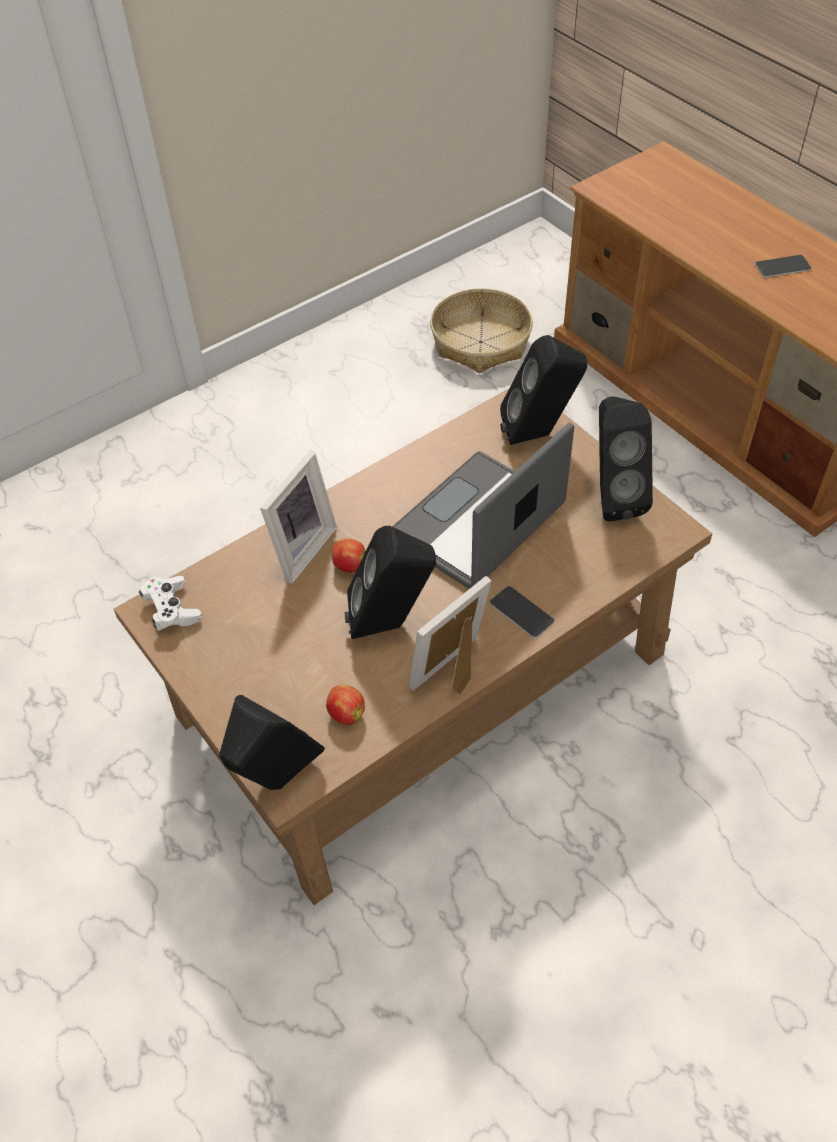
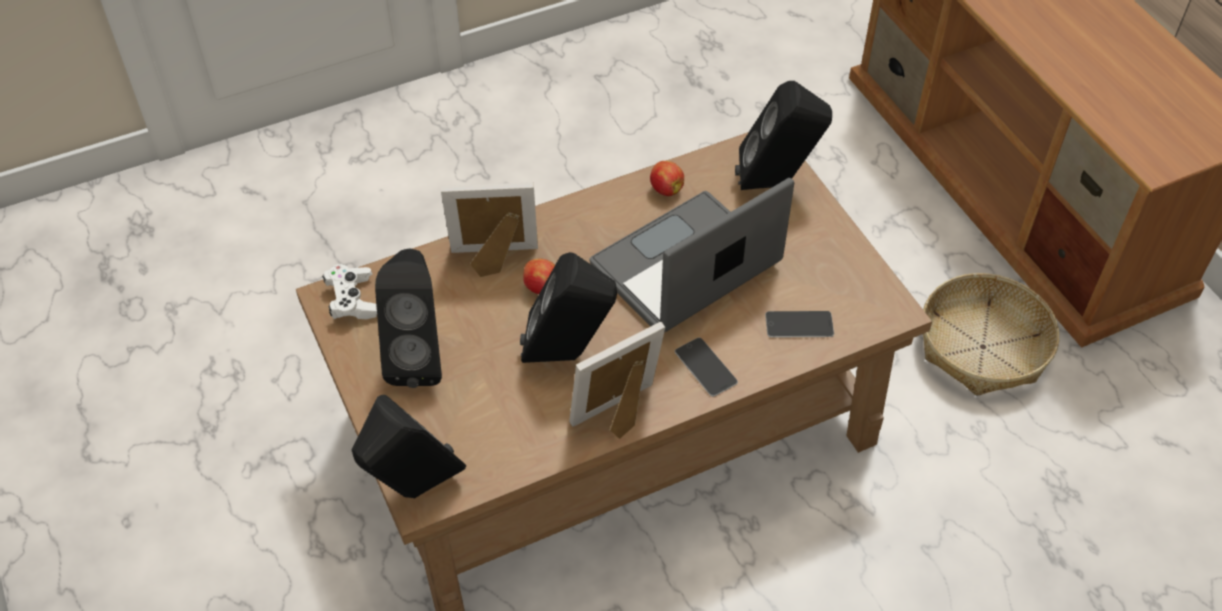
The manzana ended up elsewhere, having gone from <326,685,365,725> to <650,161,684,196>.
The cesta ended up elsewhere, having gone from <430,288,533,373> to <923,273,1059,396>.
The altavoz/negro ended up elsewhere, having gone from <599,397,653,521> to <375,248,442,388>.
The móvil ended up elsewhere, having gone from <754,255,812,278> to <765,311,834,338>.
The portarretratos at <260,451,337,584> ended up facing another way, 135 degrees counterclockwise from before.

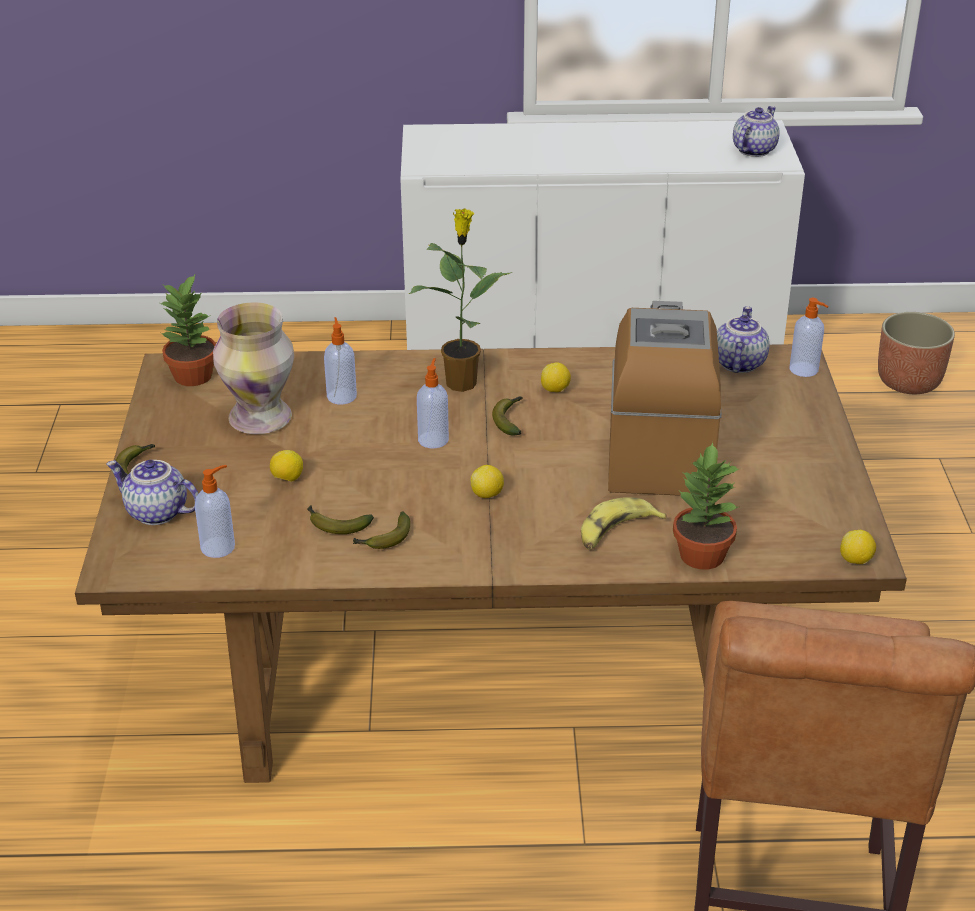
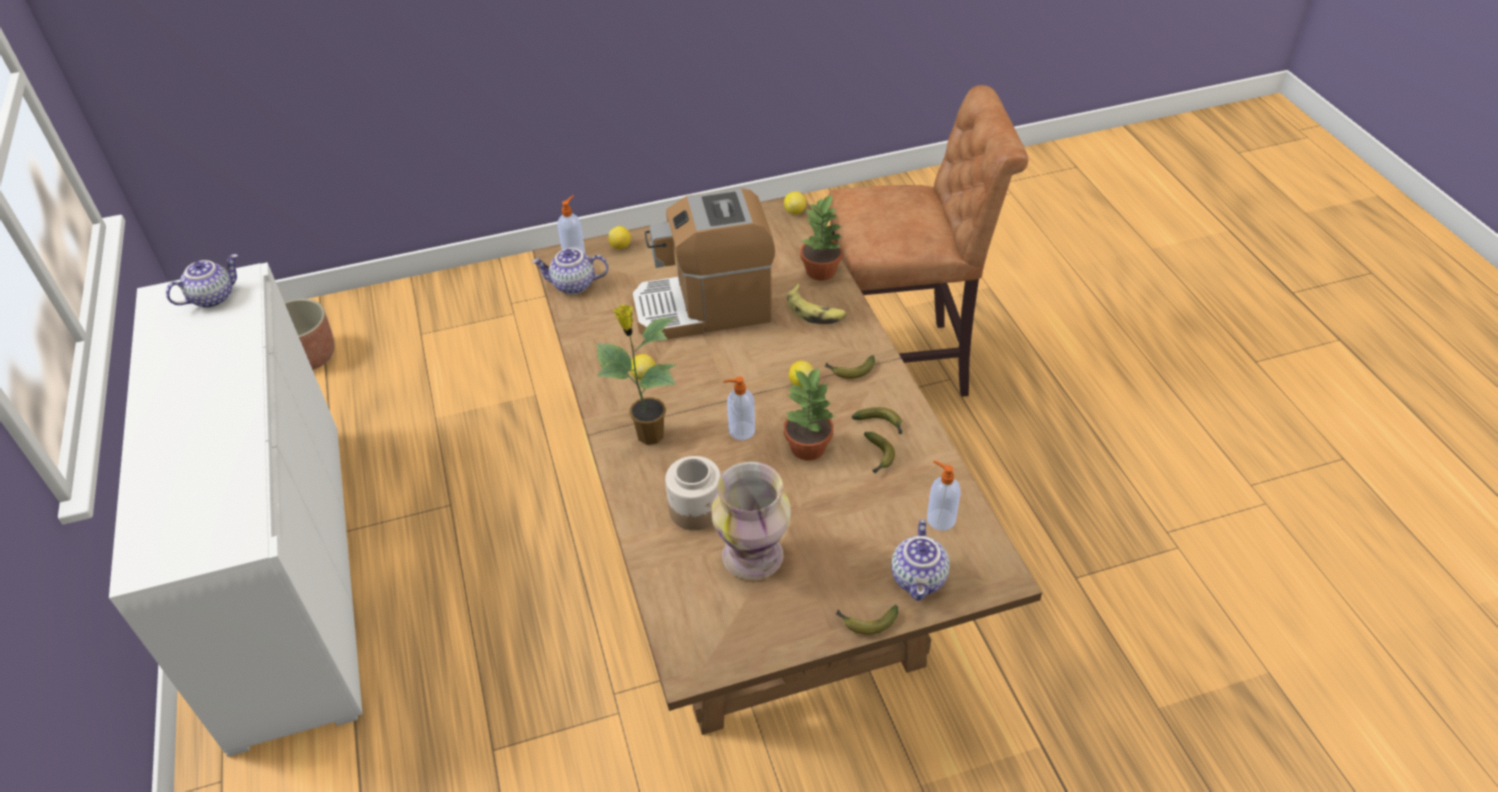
The planta en maceta ended up elsewhere, having gone from <160,273,216,386> to <784,367,834,461>.
The limón ended up elsewhere, having gone from <270,450,303,482> to <608,226,631,249>.
The plátano ended up elsewhere, having gone from <492,396,523,436> to <825,355,875,379>.
Where the dispensador de jabón stood at <324,317,357,404>, the tarro came to stand at <665,456,721,530>.
The tetera at <733,106,780,157> ended up facing another way, 120 degrees clockwise from before.

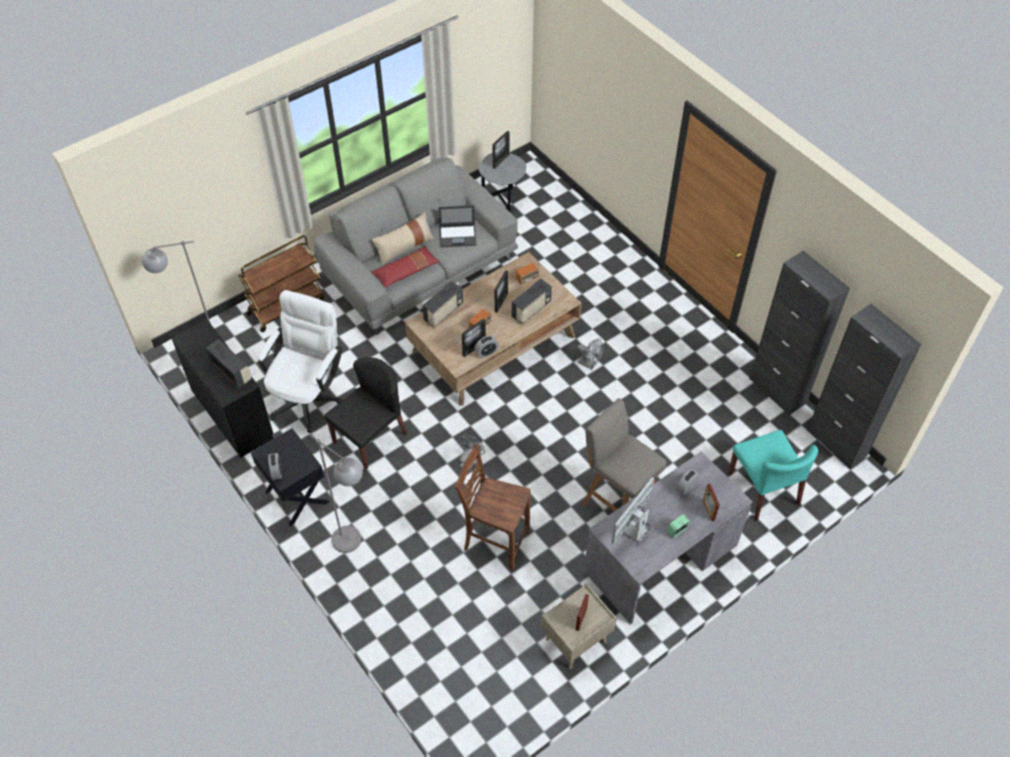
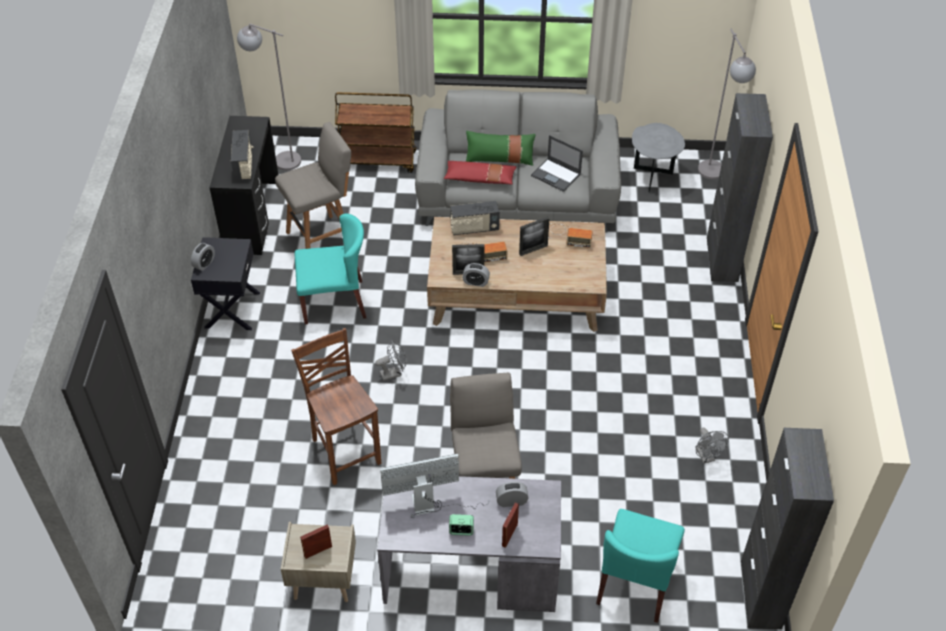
The second view lost the portarretratos at <493,130,509,169>.
The second view lost the radio at <512,279,552,324>.
The lámpara de pie/gris ended up elsewhere, having gone from <309,435,363,553> to <698,29,756,179>.
The ventilador/gris ended up elsewhere, having gone from <577,339,604,370> to <695,427,729,464>.
The armario/negro ended up elsewhere, having gone from <749,250,850,415> to <707,93,773,282>.
Where the silla de oficina/blanco stood at <258,290,342,433>, the taburete/gris came to stand at <275,122,351,249>.
What was the silla/negro at <324,357,407,469> turned into the silla/turquesa at <295,214,366,324>.
What was the cojín/beis at <372,212,434,265> turned into the cojín/verde at <466,131,536,166>.

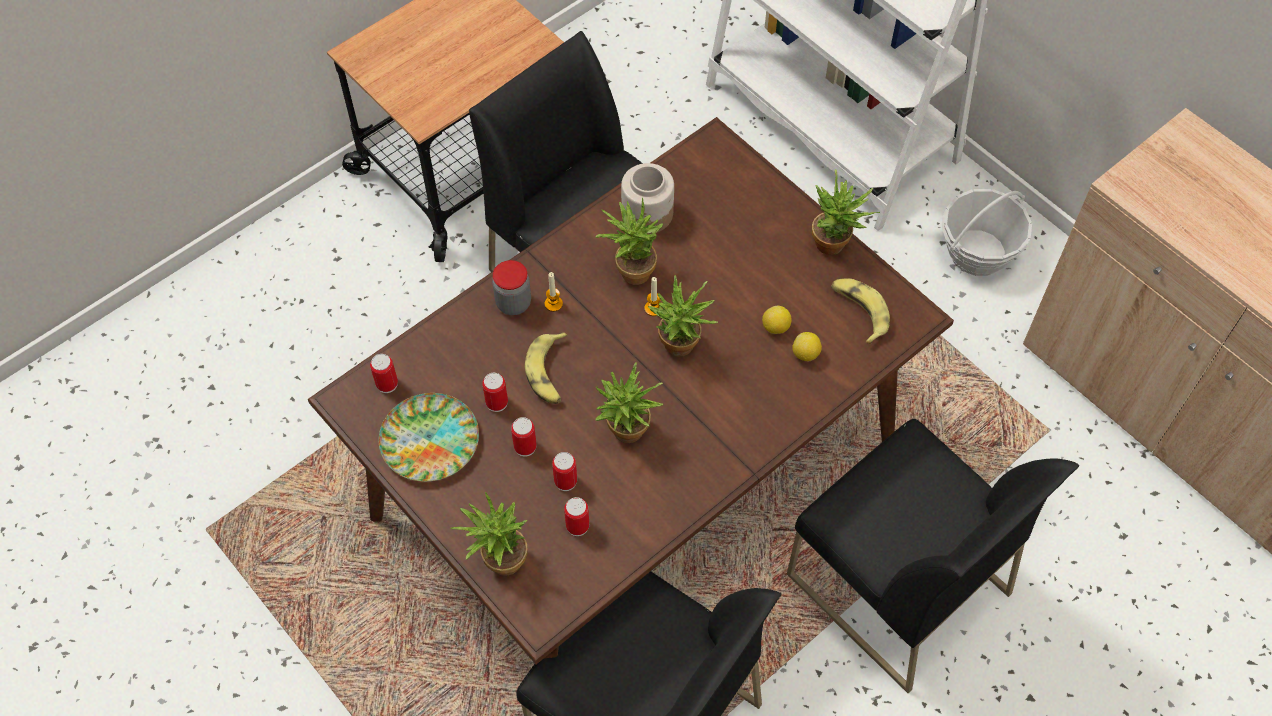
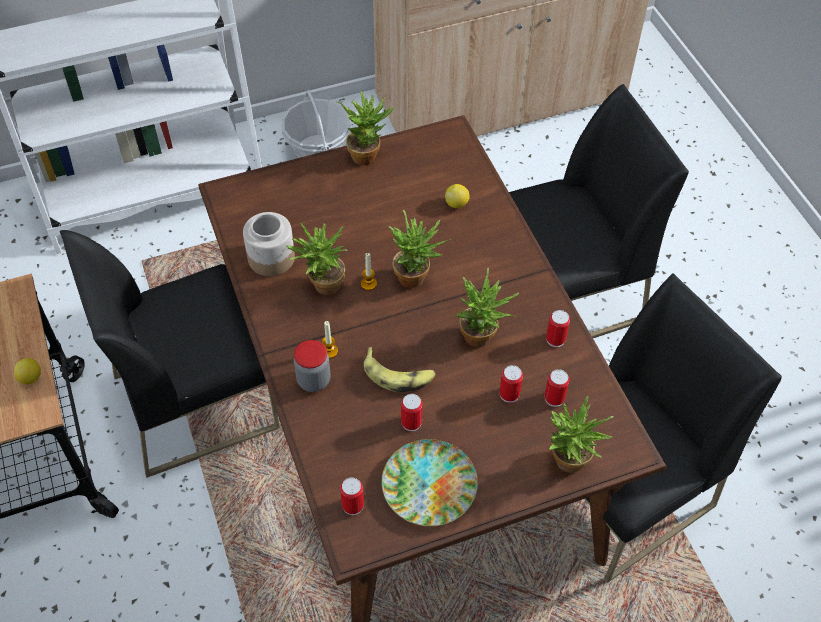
The second view lost the plátano at <831,278,890,344>.
The lata ended up elsewhere, having gone from <511,417,537,457> to <546,310,570,347>.
The limón ended up elsewhere, having gone from <762,306,791,334> to <14,358,41,384>.

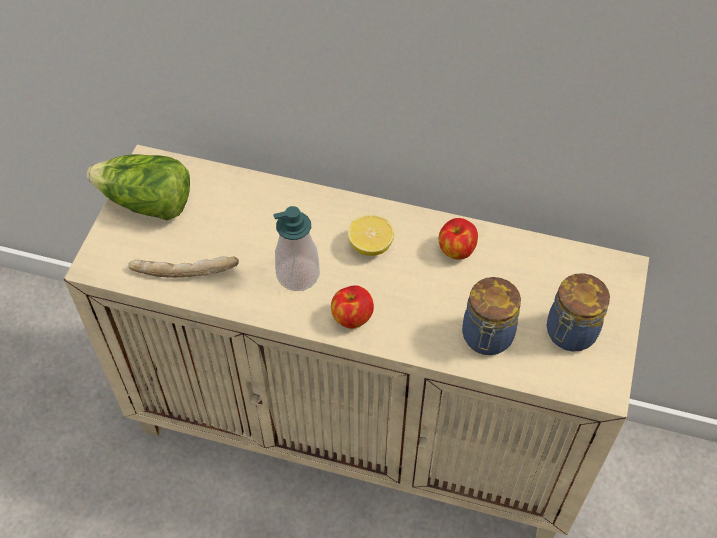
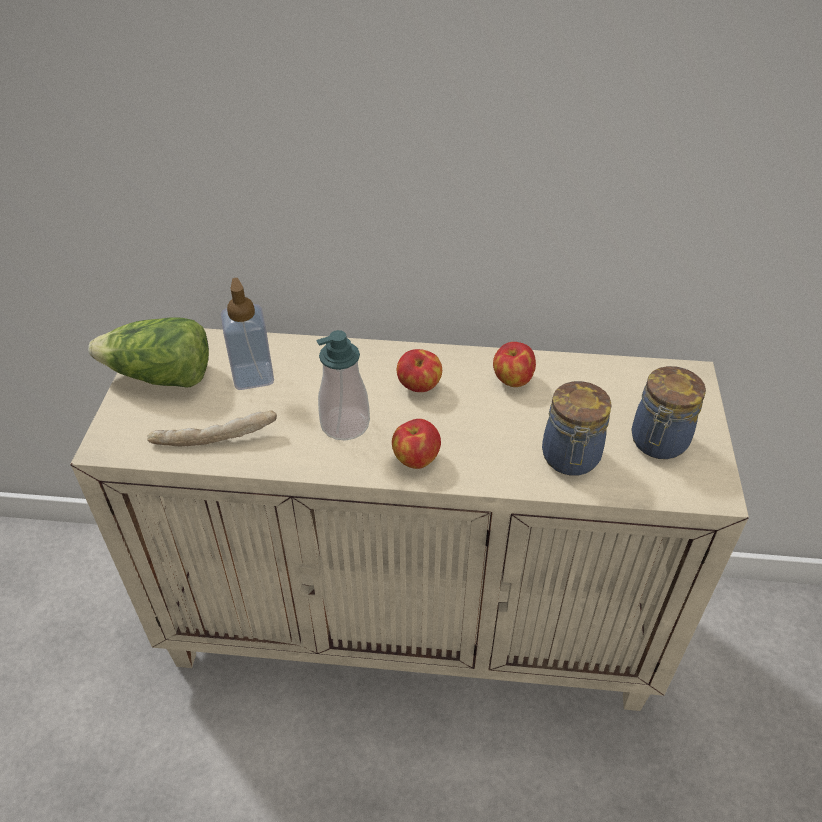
The second view gained the dispensador de jabón at <221,278,274,390>.
Where the limón stood at <348,215,394,256>, the manzana came to stand at <397,349,442,392>.

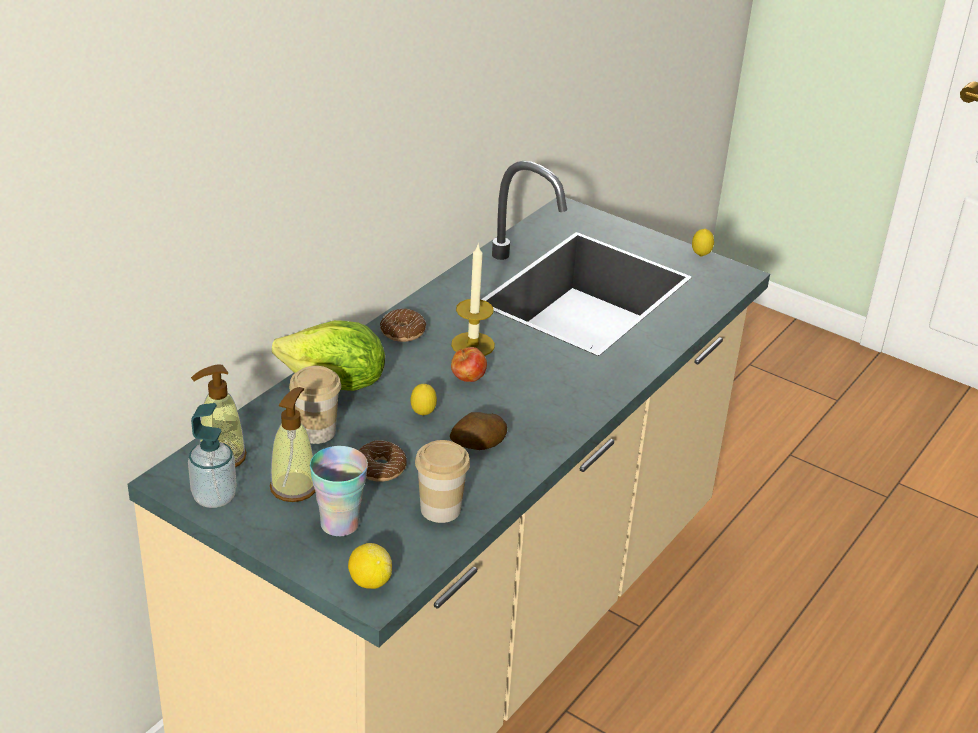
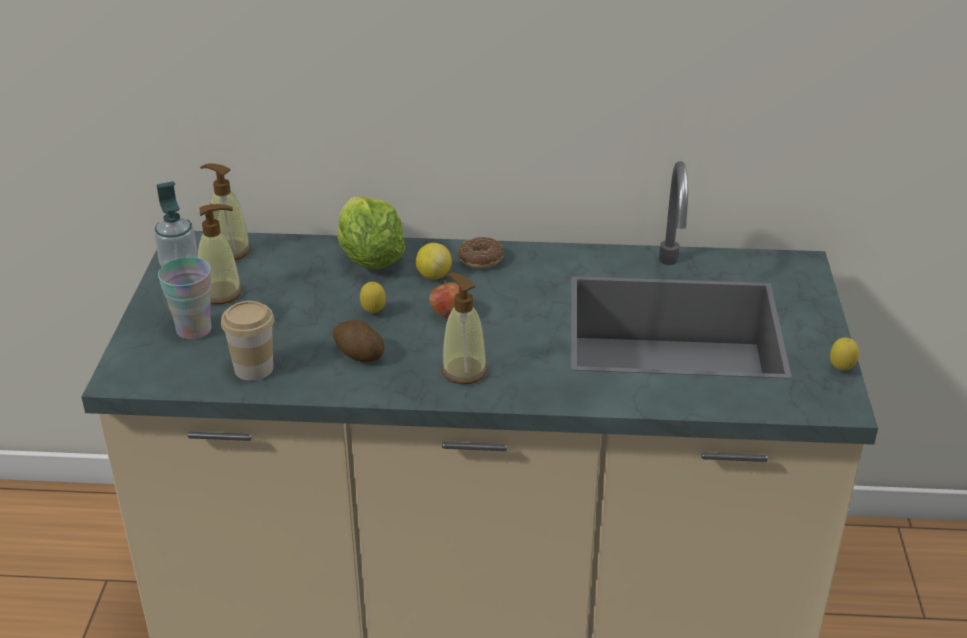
The second view lost the taza at <289,366,341,444>.
The second view lost the rosquilla at <359,440,407,482>.
The second view lost the vela at <451,243,495,356>.
The second view gained the dispensador de jabón at <441,273,487,384>.
The limón ended up elsewhere, having gone from <348,543,392,589> to <416,243,452,279>.

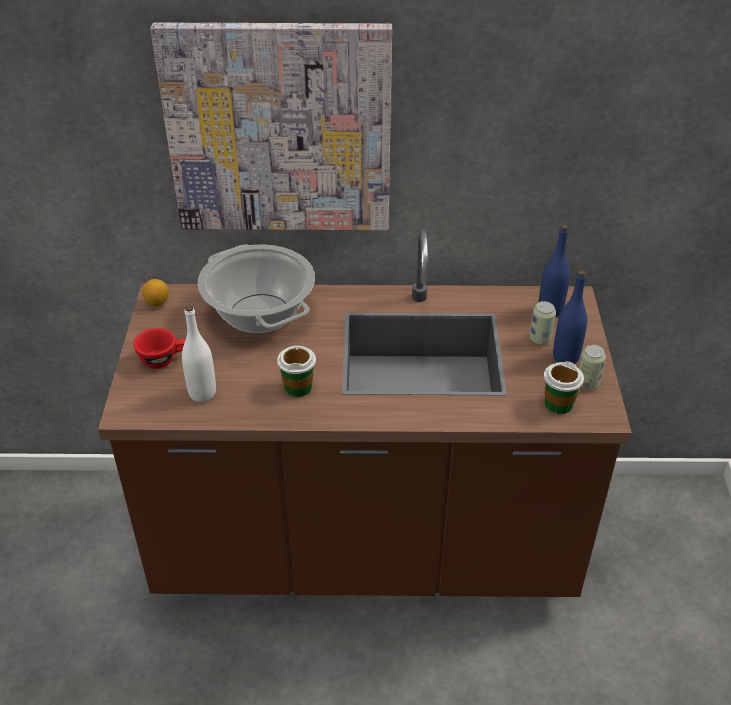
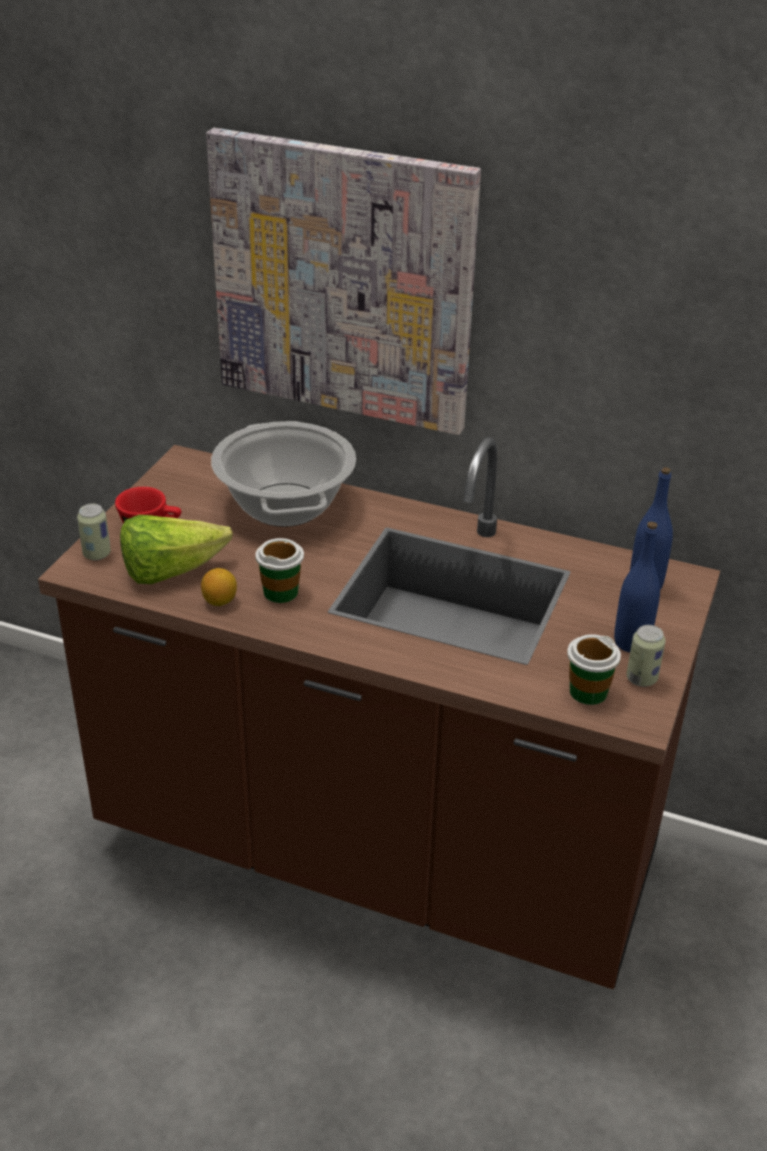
The limón ended up elsewhere, having gone from <142,279,169,306> to <201,568,237,606>.
The lata ended up elsewhere, having gone from <529,301,556,345> to <77,503,111,560>.
Where the botella/blanco stood at <182,305,216,402>, the lechuga came to stand at <120,515,233,584>.

